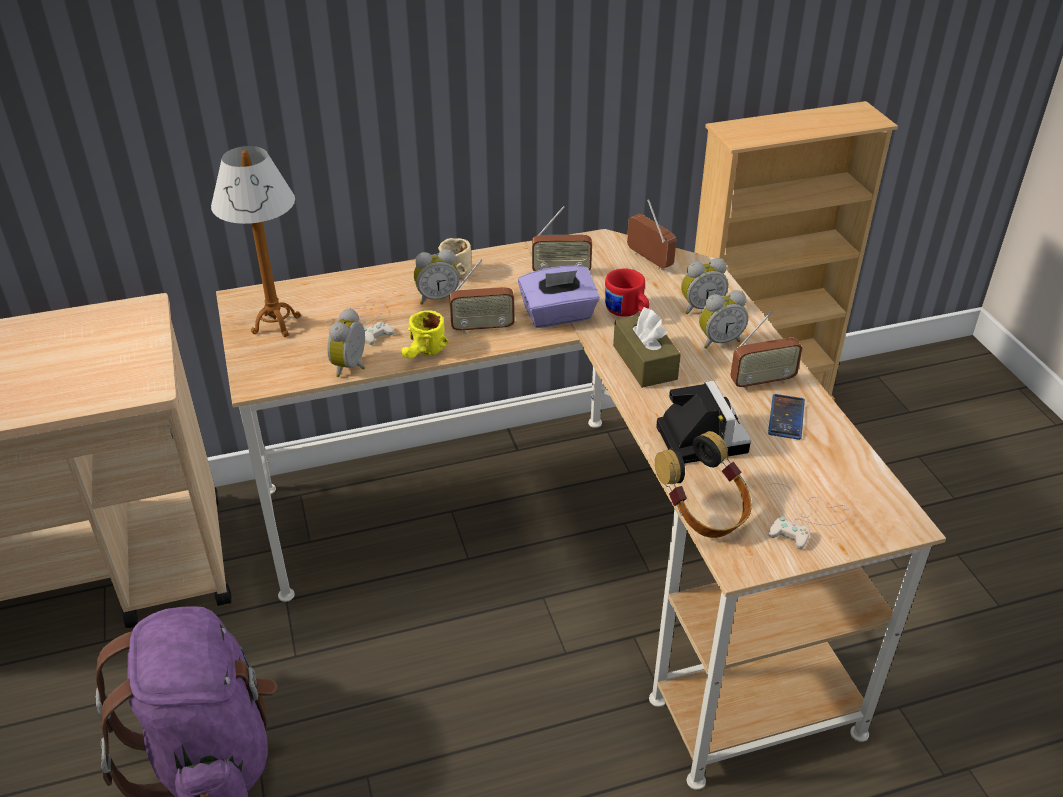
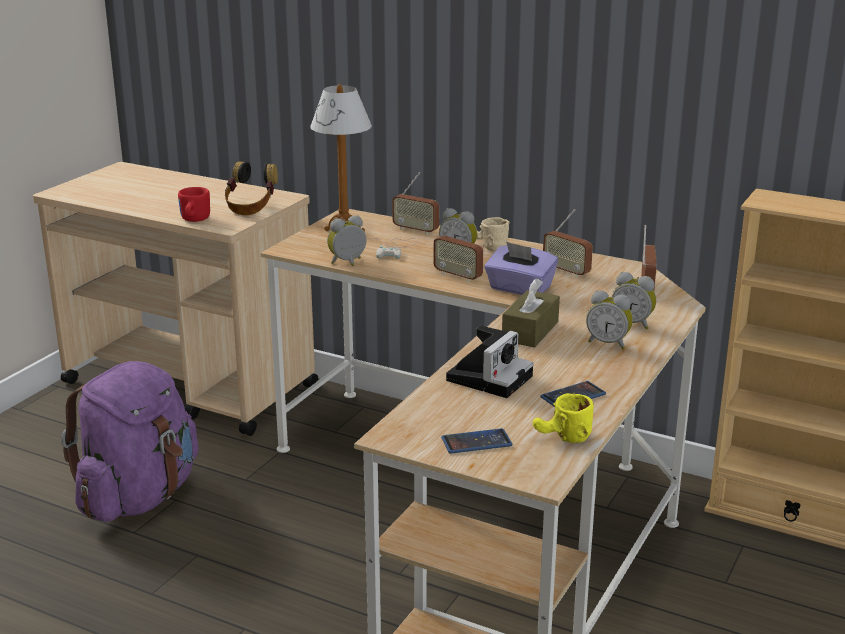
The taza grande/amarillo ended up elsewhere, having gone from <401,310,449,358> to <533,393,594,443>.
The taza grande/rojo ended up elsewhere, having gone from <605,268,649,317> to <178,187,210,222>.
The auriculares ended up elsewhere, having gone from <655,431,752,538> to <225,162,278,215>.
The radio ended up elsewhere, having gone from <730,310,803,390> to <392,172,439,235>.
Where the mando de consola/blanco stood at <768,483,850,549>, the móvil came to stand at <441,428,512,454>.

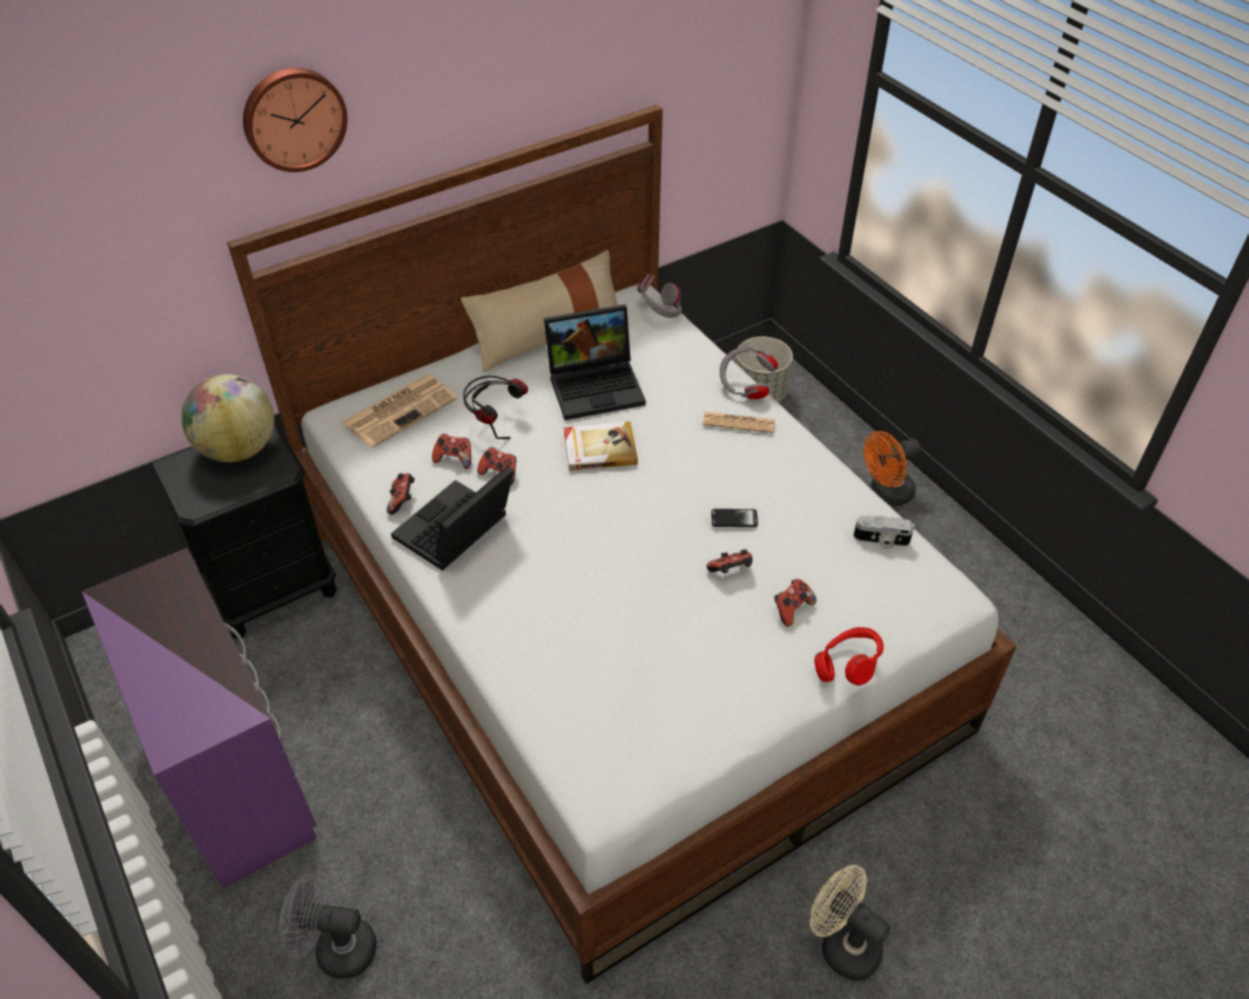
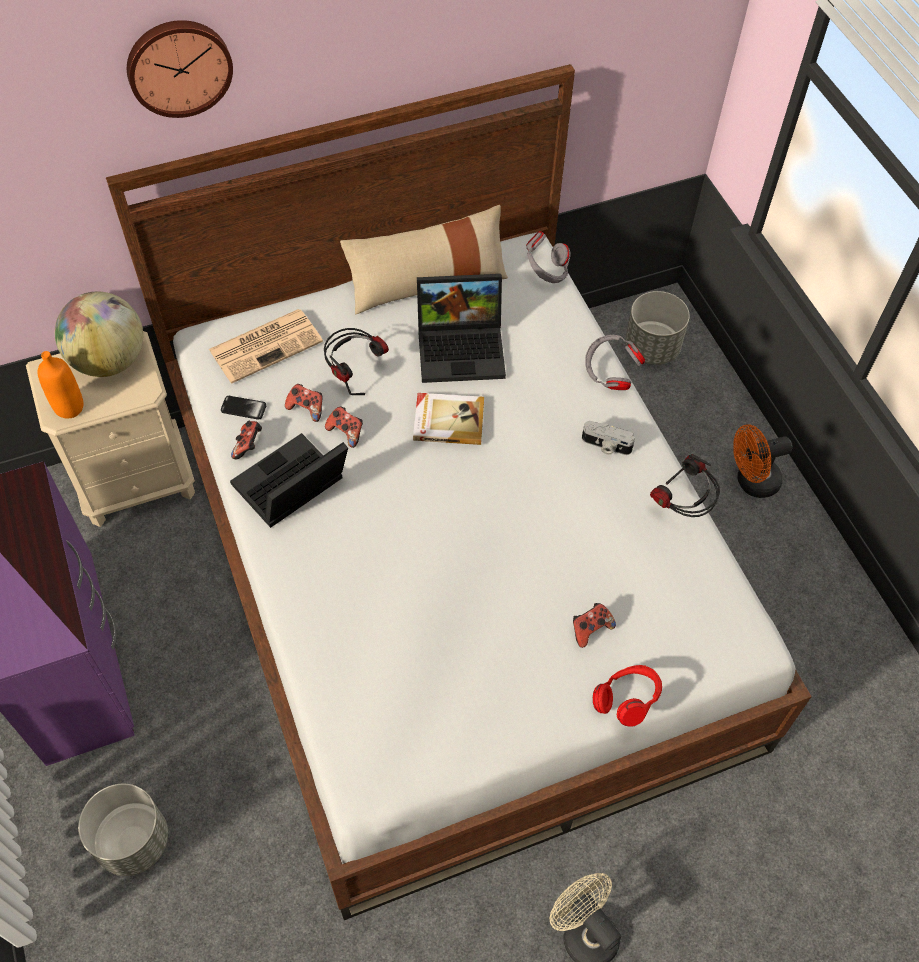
The second view lost the periódico at <703,412,775,433>.
The second view lost the mando de consola at <707,550,753,573>.
The second view gained the botella/naranja at <38,351,84,418>.
The second view gained the auriculares at <650,454,720,517>.
The móvil ended up elsewhere, having gone from <711,509,758,527> to <221,396,266,420>.
The cámara ended up elsewhere, having gone from <854,515,915,549> to <582,421,635,455>.
Where the ventilador/gris stood at <279,873,377,979>, the maceta/gris came to stand at <78,784,168,876>.
What was the mesita de noche/negro at <150,422,337,638> turned into the mesita de noche/beis at <26,331,195,527>.

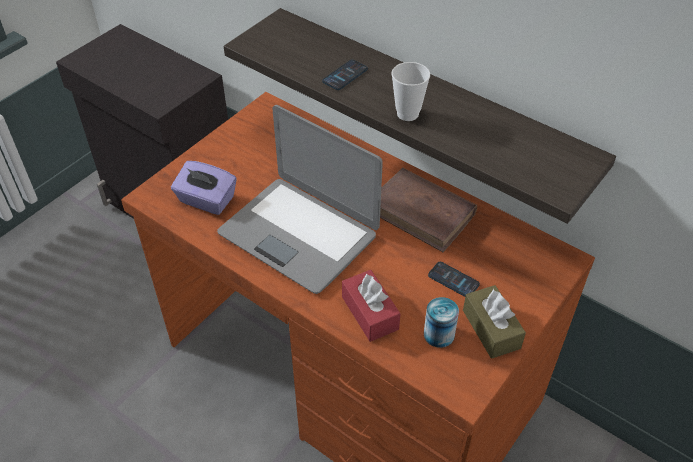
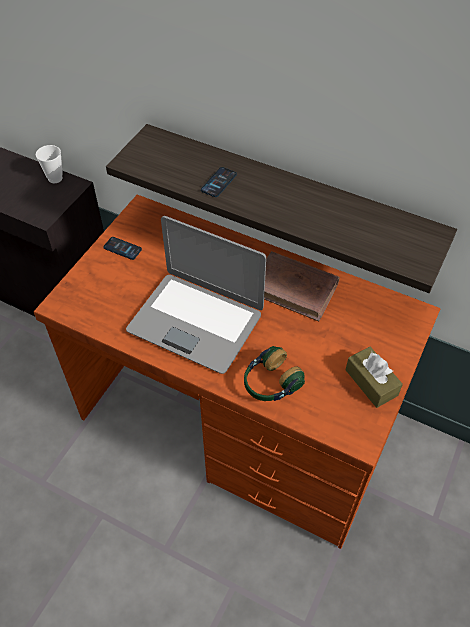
The second view lost the caja de pañuelos/morado at <171,161,236,215>.
The second view lost the lata at <424,297,459,348>.
The taza ended up elsewhere, having gone from <391,62,430,121> to <36,145,63,183>.
The móvil ended up elsewhere, having gone from <428,262,480,297> to <103,237,142,260>.
Where the caja de pañuelos/rojo stood at <342,270,401,342>, the auriculares came to stand at <244,346,305,401>.

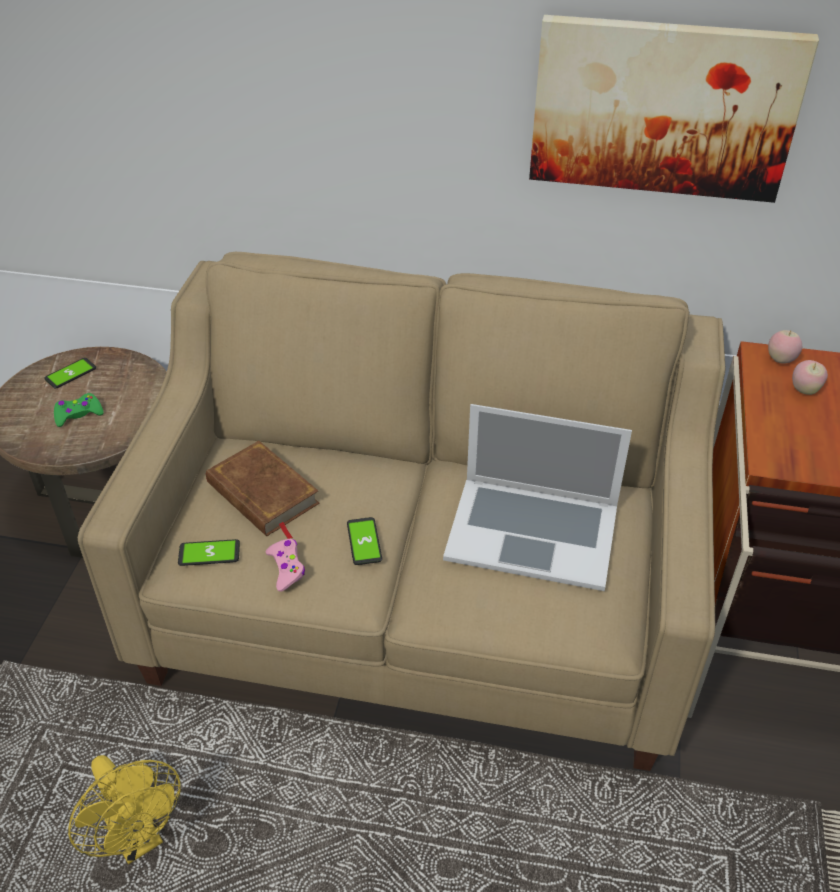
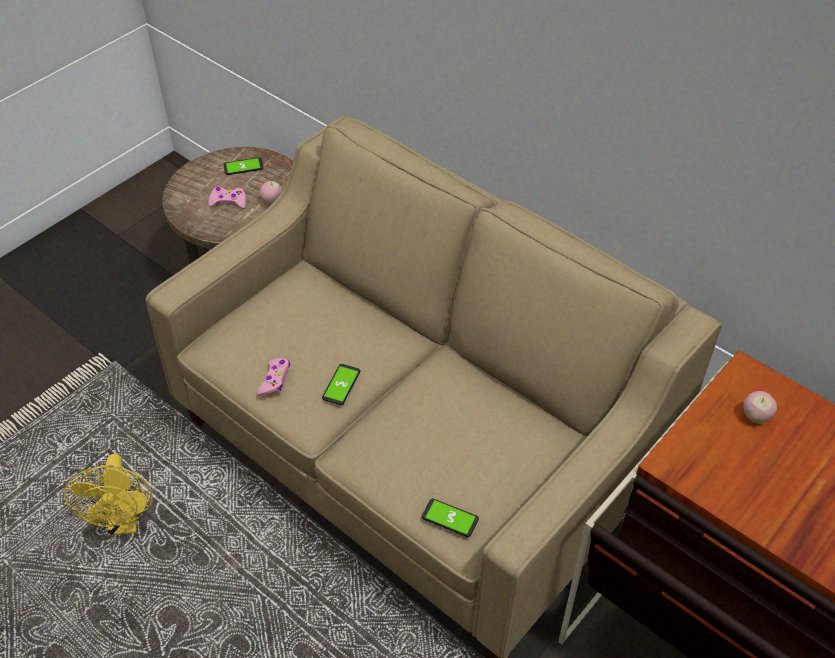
The second view lost the libro/marrón at <206,441,320,539>.
The second view lost the portátil at <443,404,632,591>.
The second view lost the cuadro at <529,15,819,203>.
The móvil ended up elsewhere, having gone from <178,539,240,566> to <422,499,479,537>.
The manzana ended up elsewhere, having gone from <768,330,802,363> to <260,181,283,205>.
What was the mando de consola/verde at <54,393,104,427> turned into the mando de consola/rosa at <208,187,246,209>.

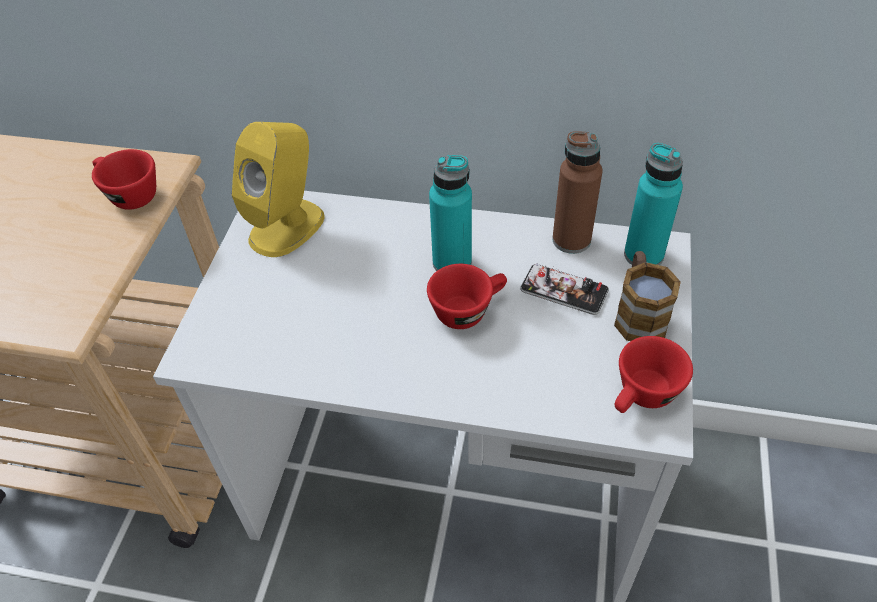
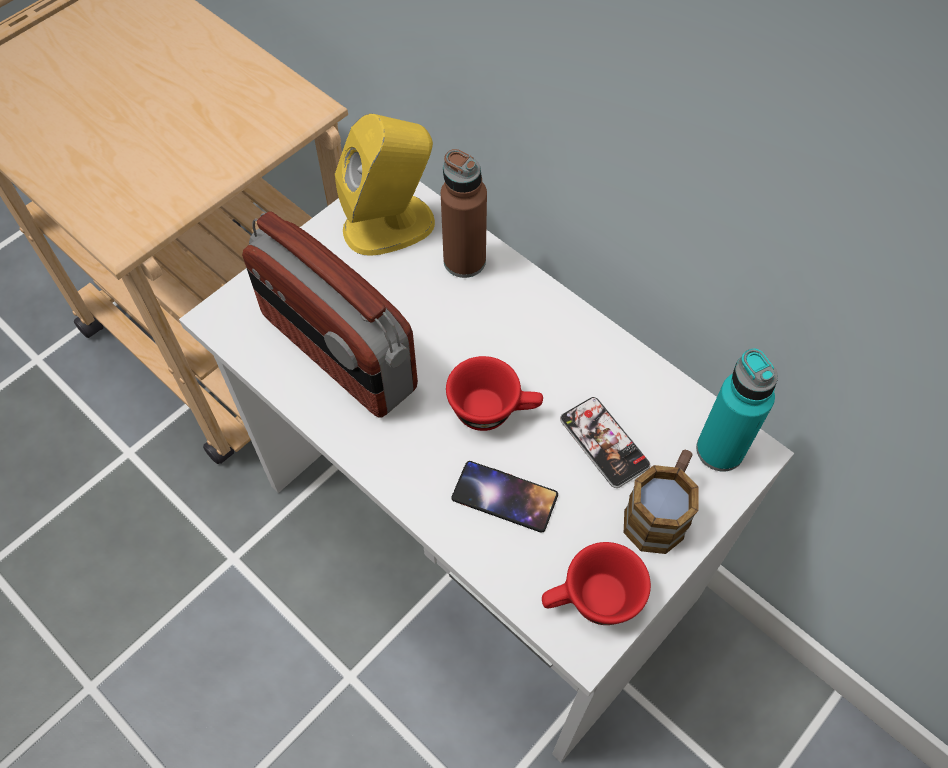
The second view lost the taza/rojo at <92,149,156,210>.
The second view lost the botella/turquesa at <429,155,472,271>.
The second view gained the radio at <242,211,418,418>.
The second view gained the móvil at <451,461,558,533>.
The botella/marrón ended up elsewhere, having gone from <552,132,603,254> to <441,149,487,278>.

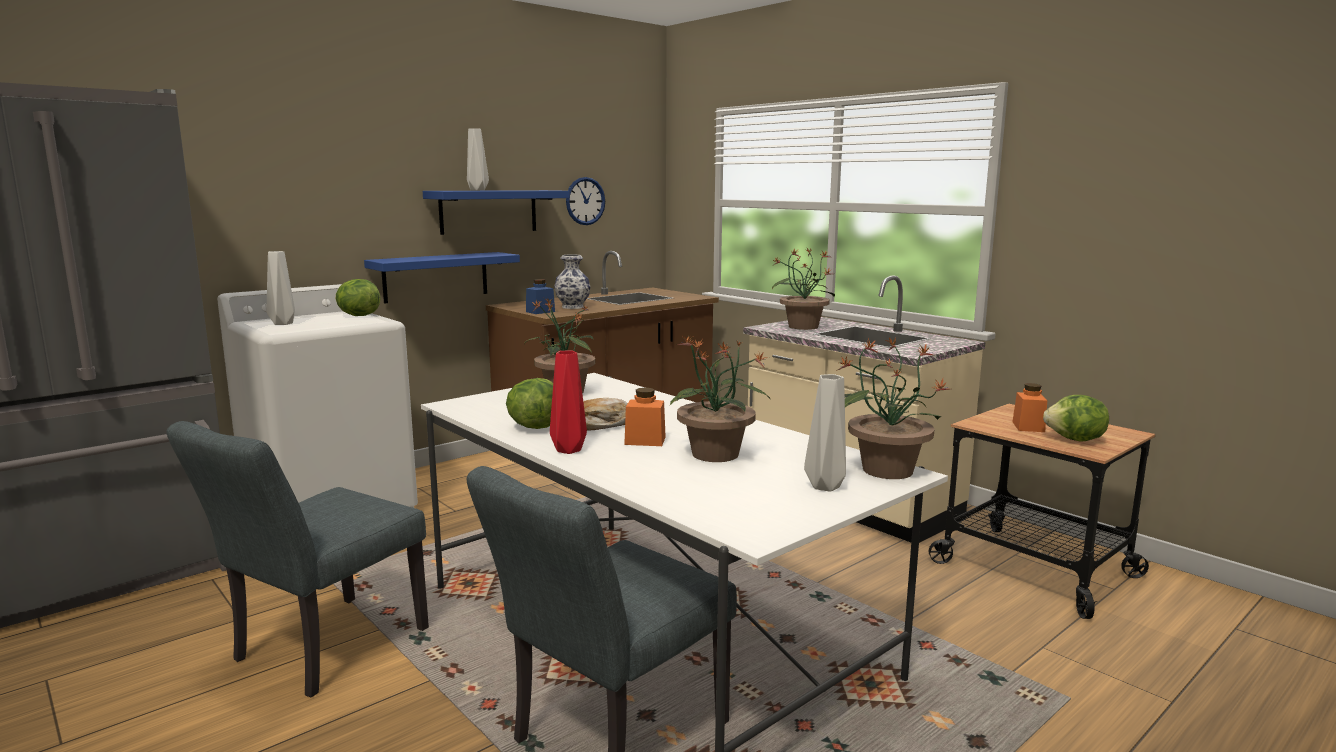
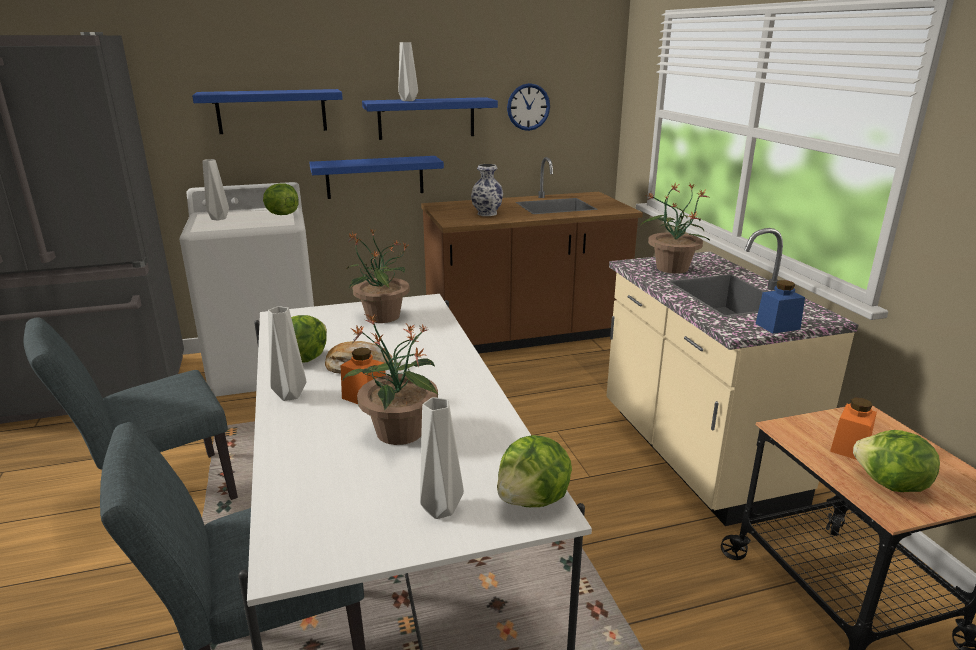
The second view gained the estante/azul at <192,89,343,134>.
The tarro/azul ended up elsewhere, having gone from <526,279,555,314> to <755,280,805,334>.
Where the planta en maceta stood at <836,337,950,479>, the lechuga came to stand at <497,435,572,507>.
What was the florero/rojo at <550,351,587,454> turned into the florero/gris at <268,306,306,401>.

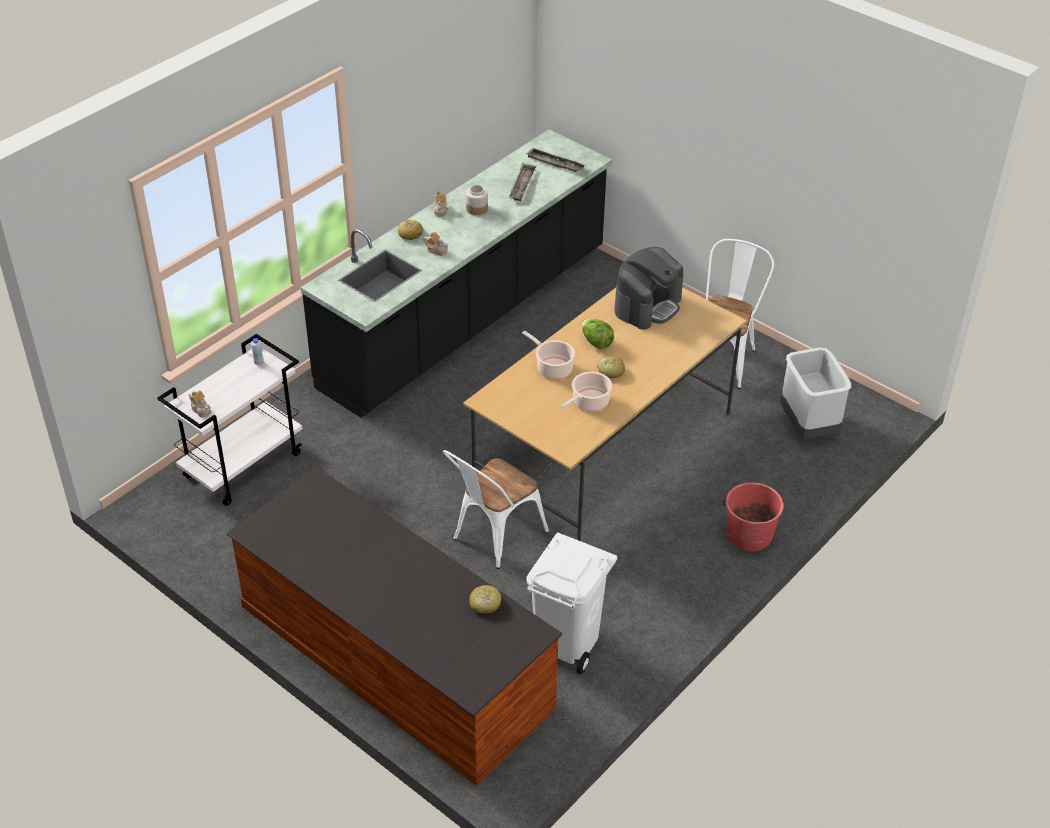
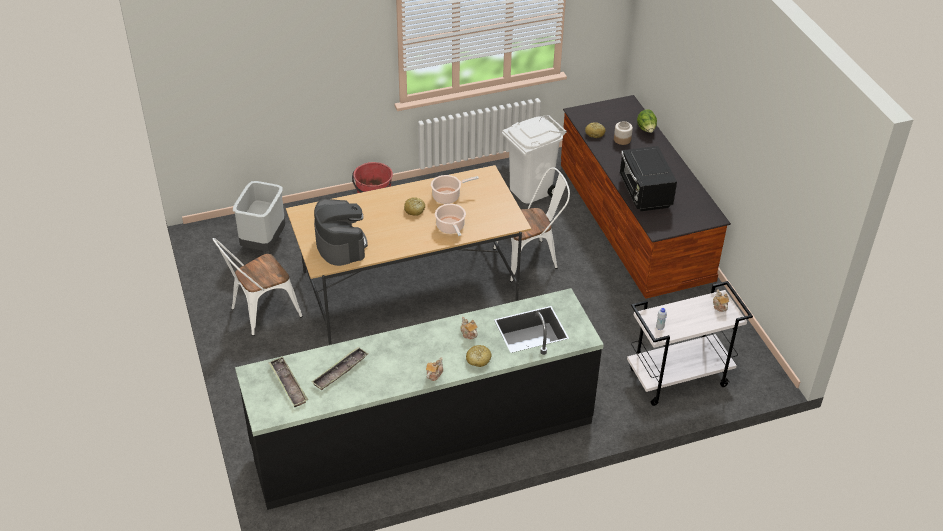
The second view gained the microondas/negro at <620,146,677,211>.
The tarro ended up elsewhere, having gone from <466,185,488,215> to <614,121,633,145>.
The lechuga ended up elsewhere, having gone from <582,319,614,349> to <637,109,657,133>.
The cafetera at <614,247,684,330> ended up facing another way, 90 degrees clockwise from before.

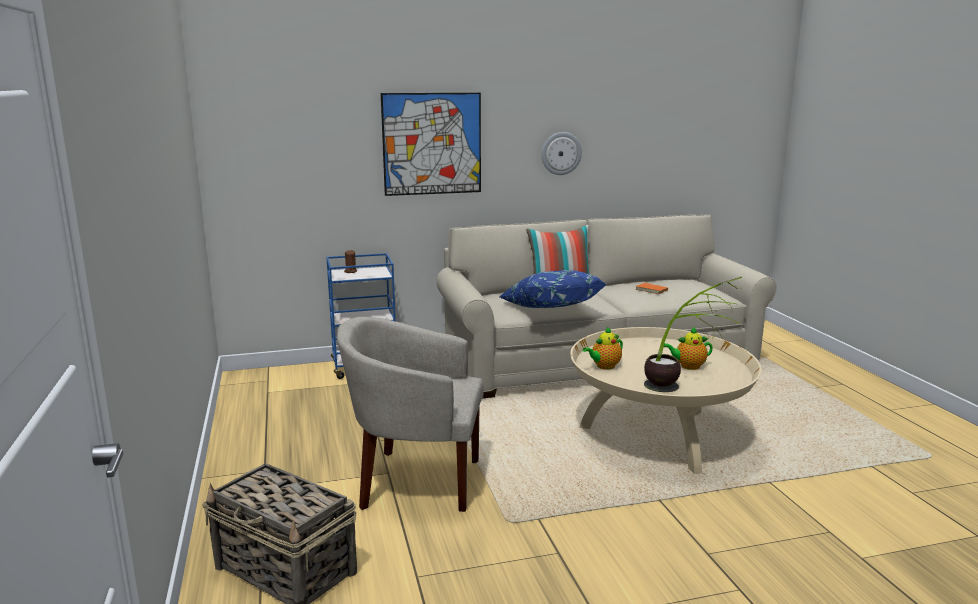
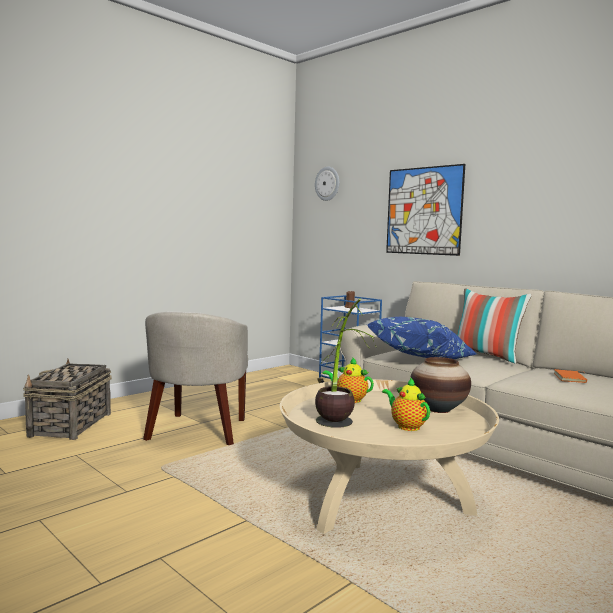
The second view gained the florero at <410,357,471,413>.
The reloj de pared ended up elsewhere, having gone from <542,132,582,175> to <315,167,339,201>.
The sillón/beis at <337,317,484,512> ended up facing another way, 150 degrees counterclockwise from before.

